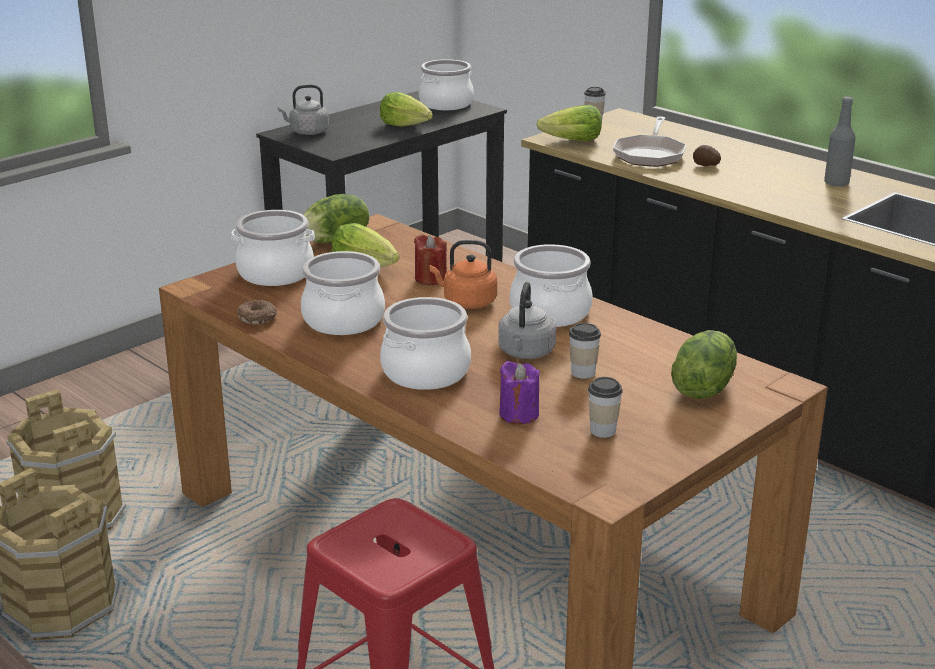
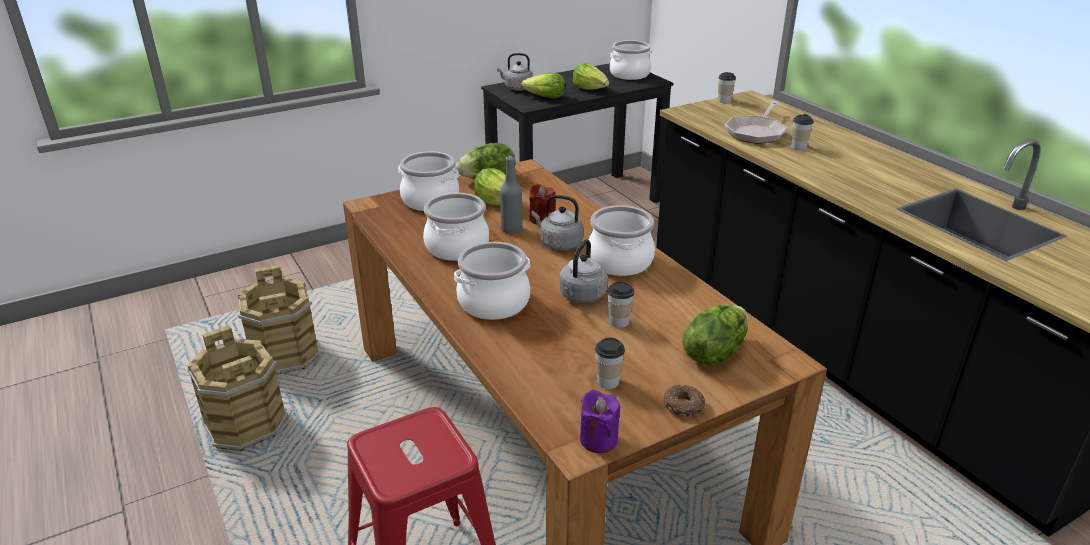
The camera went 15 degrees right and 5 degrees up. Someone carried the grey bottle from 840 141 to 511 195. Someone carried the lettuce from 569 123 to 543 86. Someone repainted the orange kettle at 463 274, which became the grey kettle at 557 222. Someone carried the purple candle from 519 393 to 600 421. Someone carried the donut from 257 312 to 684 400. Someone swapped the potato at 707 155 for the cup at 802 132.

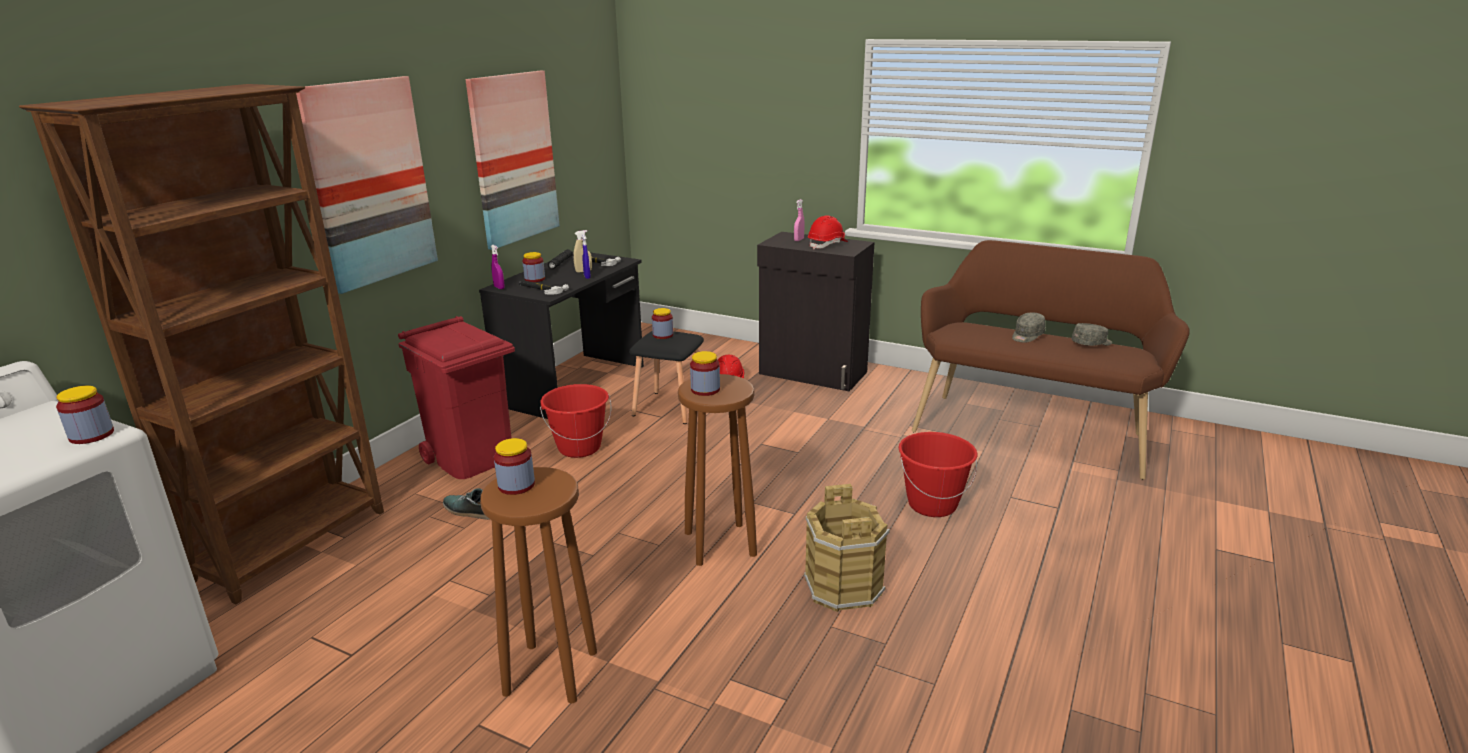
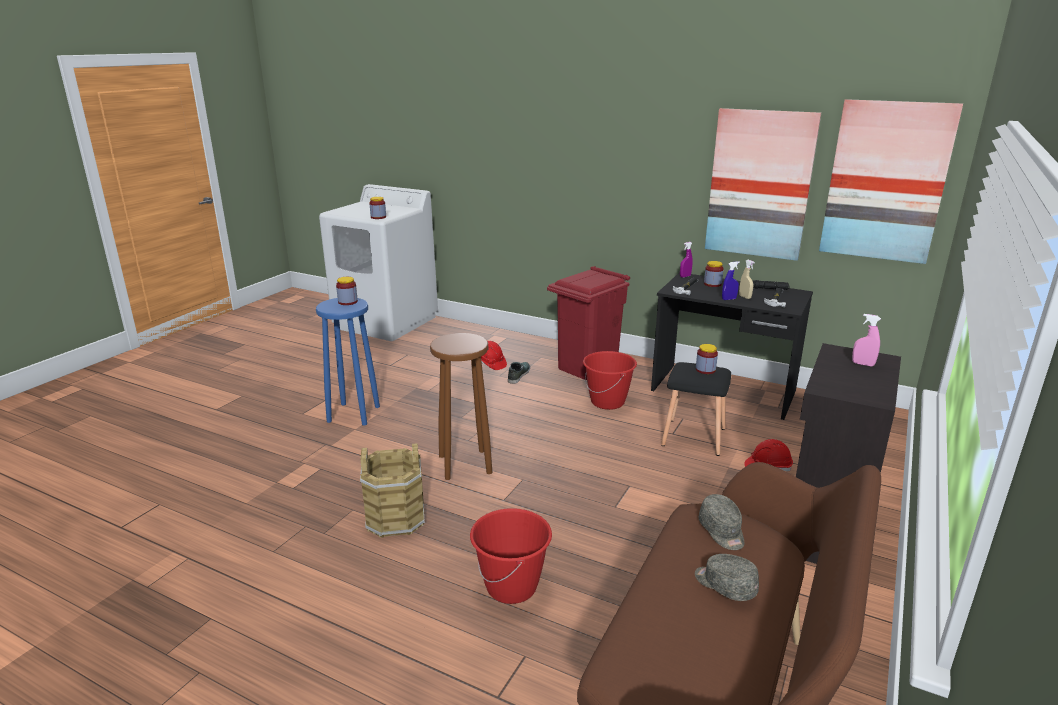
The camera went 90 degrees right and 0 degrees up. Someone repainted the brown stool at 538 585, which became the blue stool at 348 362. Someone carried the red hard hat from 828 232 to 494 355. Someone carried the grey cap from 1091 334 to 721 522. Someone carried the picture from 367 185 to 891 181. Someone took away the brown bookcase at 201 344. Someone took away the jar at 705 373.

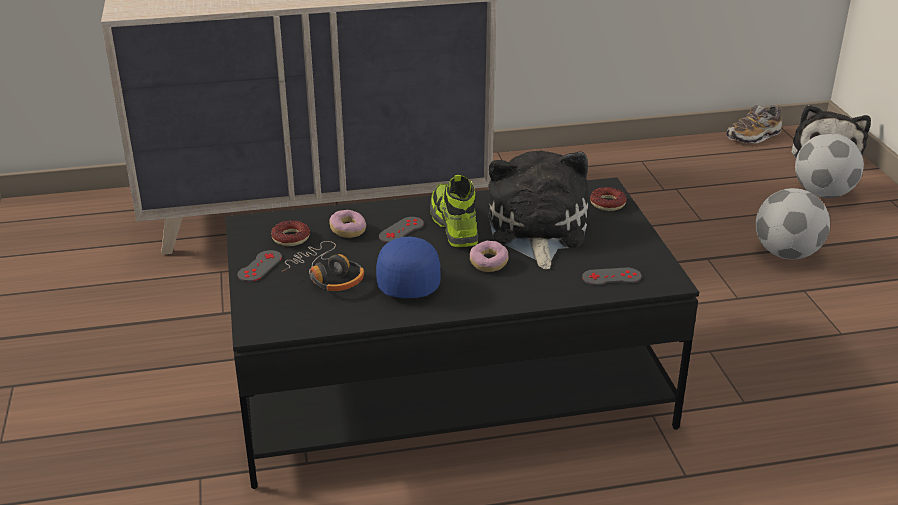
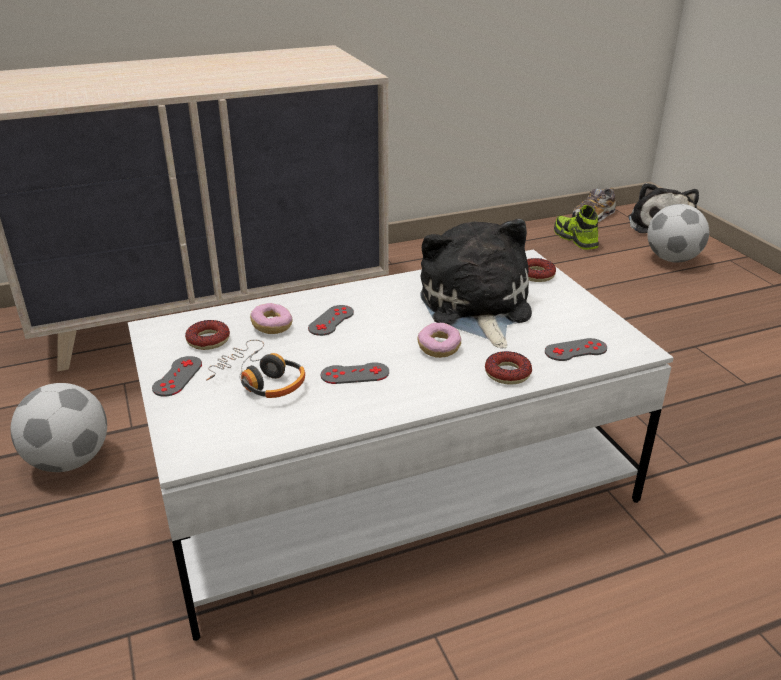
The camera went 10 degrees left and 0 degrees up. Someone carried the football from 792 224 to 58 427. Someone repainted the black coffee table at 462 333, which became the white coffee table at 401 445. Someone swapped the blue cap at 408 267 for the grey game controller at 355 373. Someone put down the donut at 508 368. Someone carried the shoe from 454 211 to 576 227.

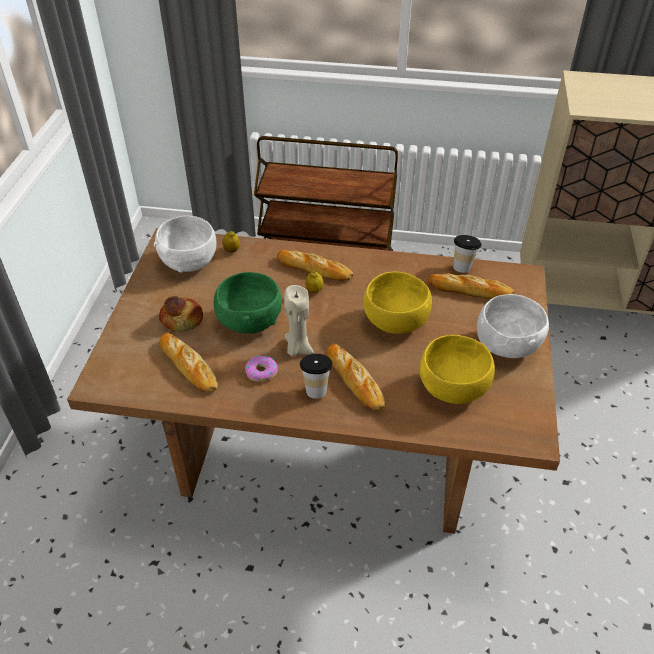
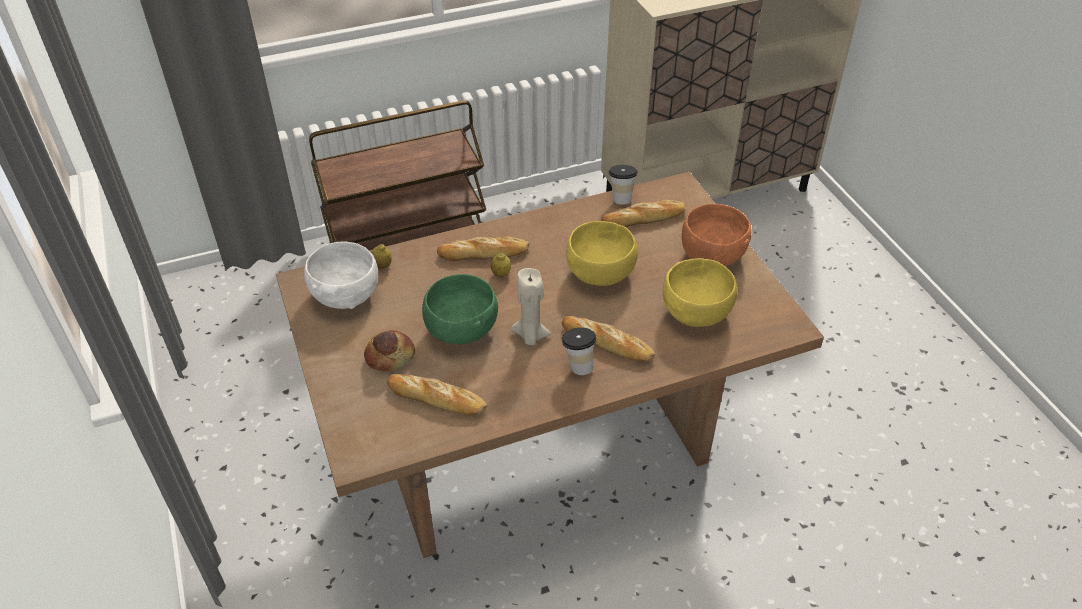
The camera went 30 degrees left and 0 degrees up. Someone repainted the white bowl at 513 326, which became the orange bowl at 717 235. Someone took away the donut at 261 369.

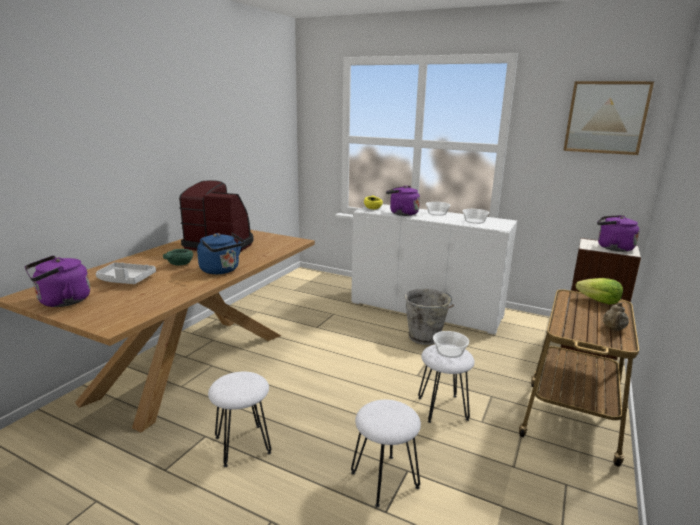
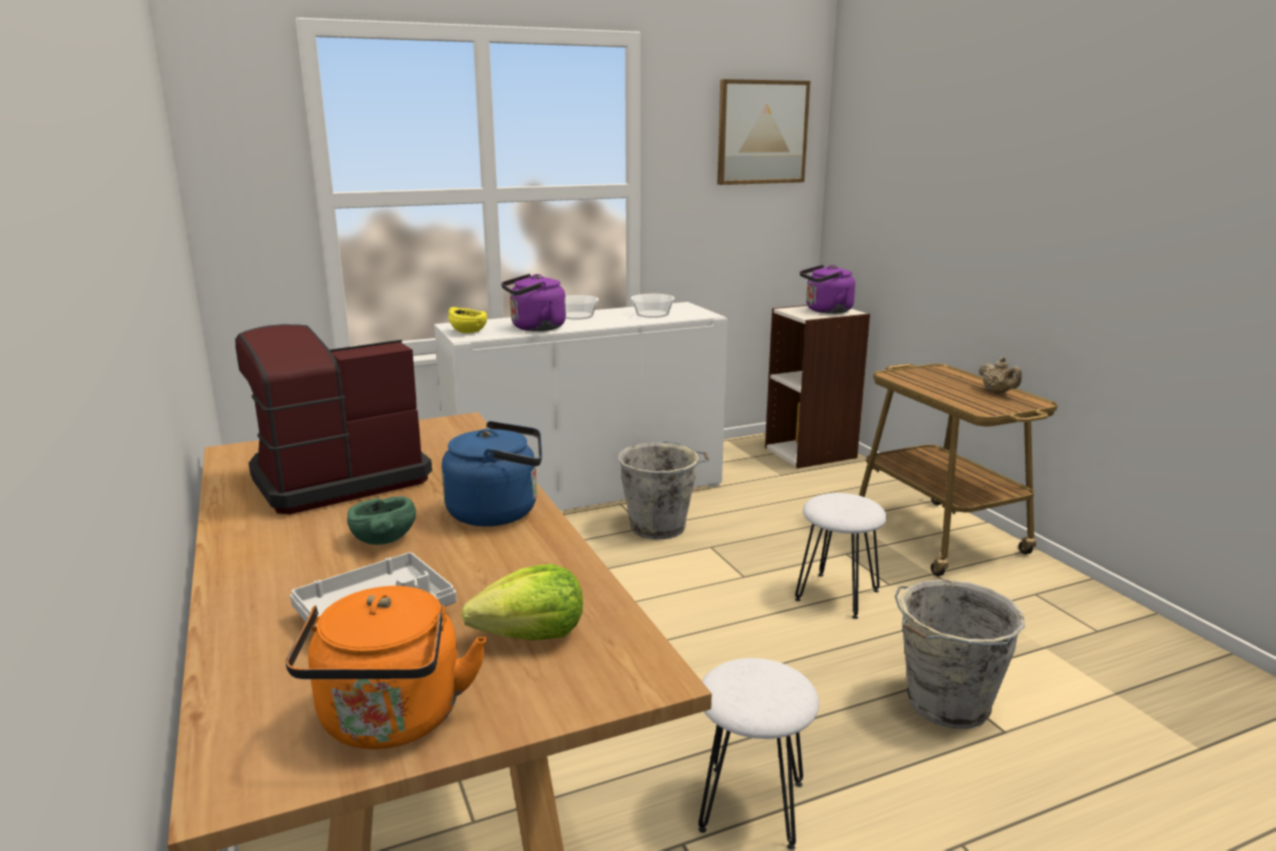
The camera went 50 degrees left and 0 degrees up. Someone repainted the purple kettle at 57 281, which became the orange kettle at 386 667. Someone carried the lettuce from 599 291 to 522 602. Someone swapped the white stool at 386 454 for the grey bucket at 960 654. Someone took away the bowl at 451 344.

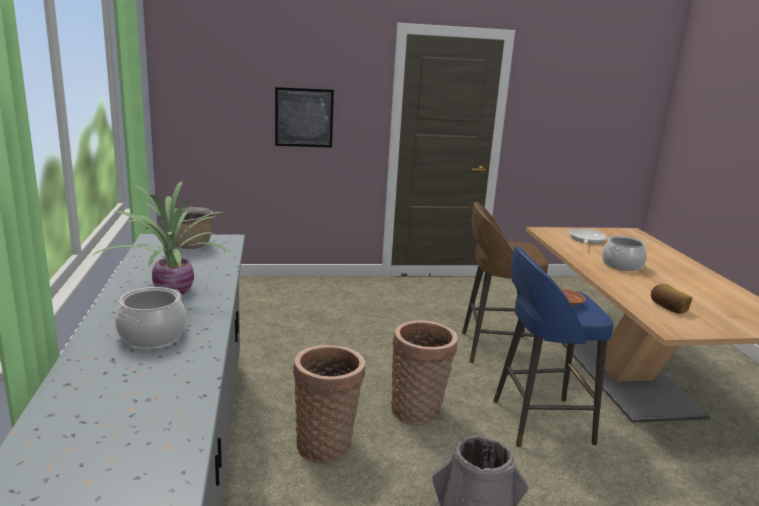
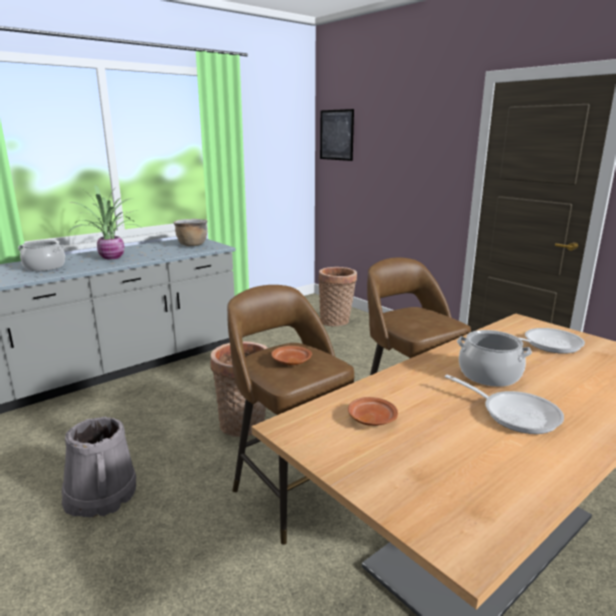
The camera went 60 degrees right and 0 degrees up. Someone repainted the blue stool at 553 346, which became the brown stool at 290 415. Someone carried the basket from 329 404 to 337 296. Someone carried the picture from 304 117 to 337 135. Someone swapped the bread at 671 299 for the brown plate at 373 411. Someone put down the frying pan at 504 404.

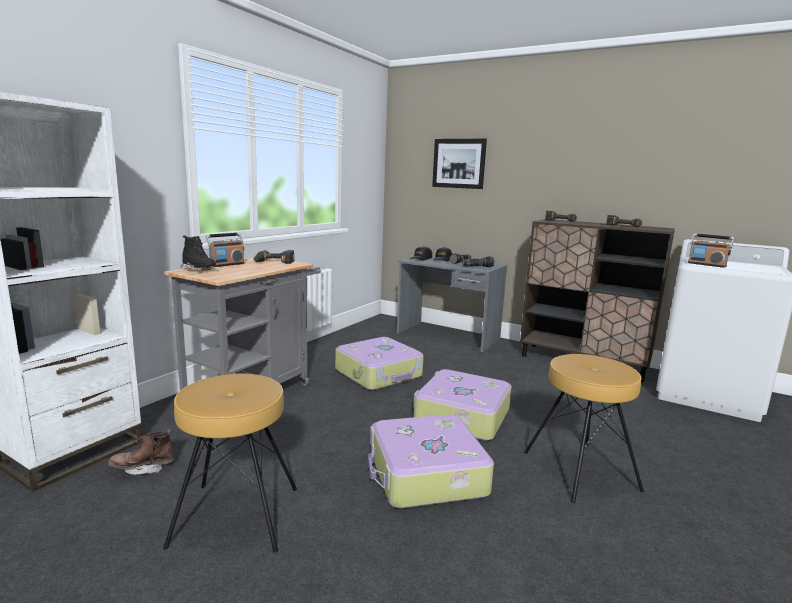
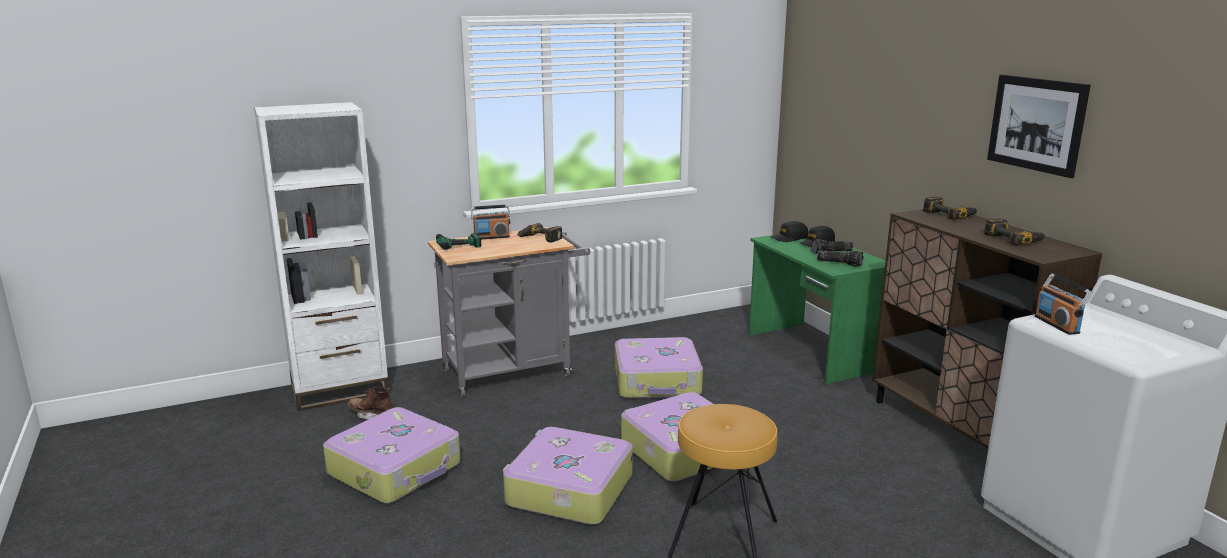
The camera went 35 degrees right and 5 degrees up. Someone swapped the brown stool at 230 463 for the suitcase at 392 455. Someone swapped the black boot at 198 252 for the power drill at 458 241. Someone repainted the grey desk at 452 304, which became the green desk at 817 307. Someone carried the picture from 459 164 to 1039 126.

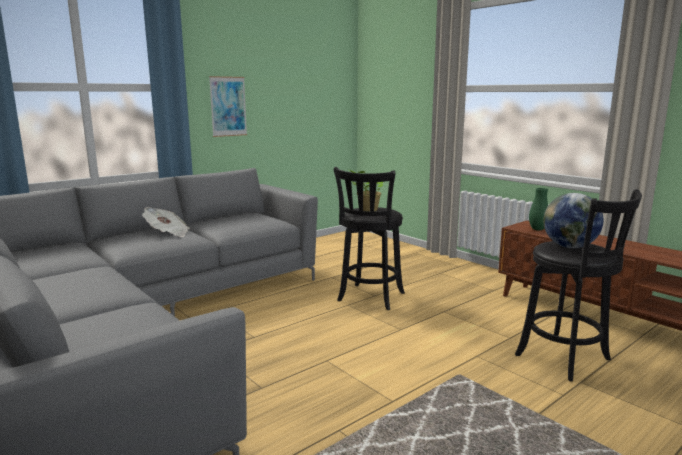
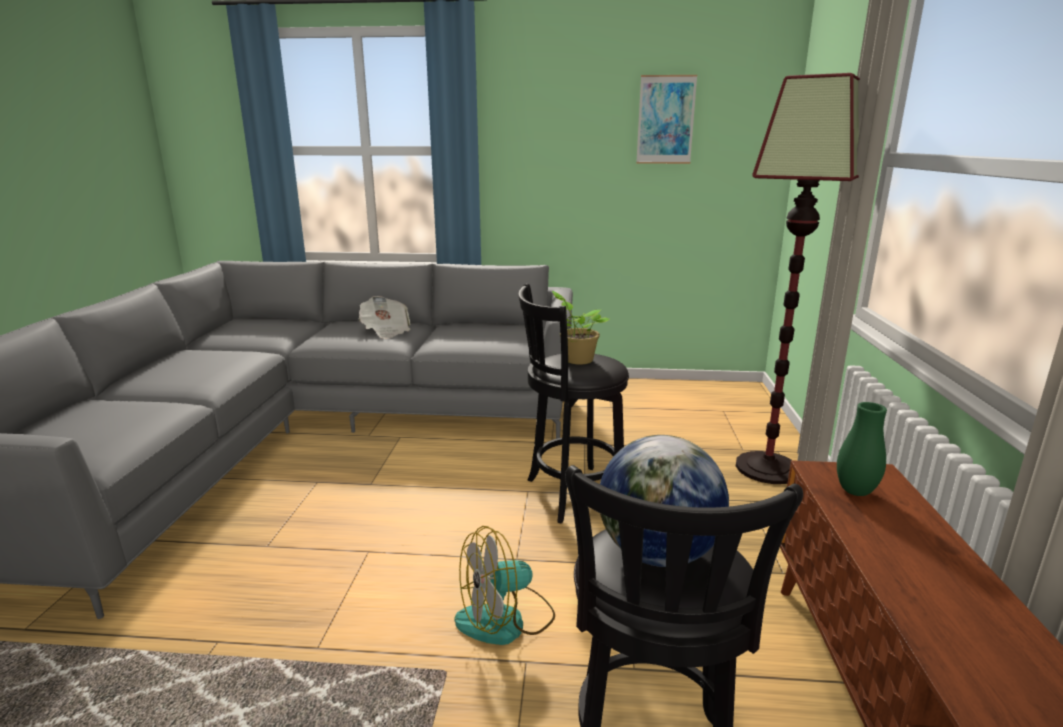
The camera went 45 degrees right and 5 degrees up. Someone put down the fan at 504 585. Someone carried the picture from 228 106 to 666 119. Someone put down the floor lamp at 798 278.

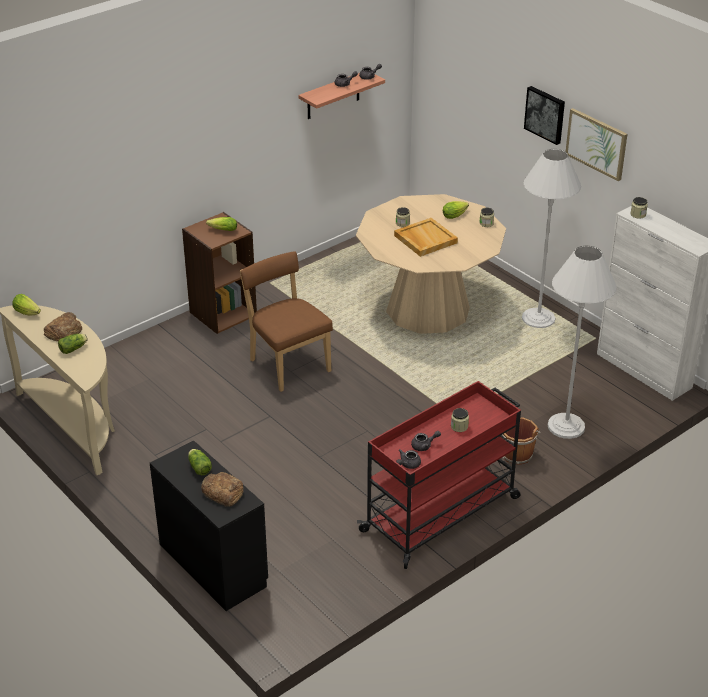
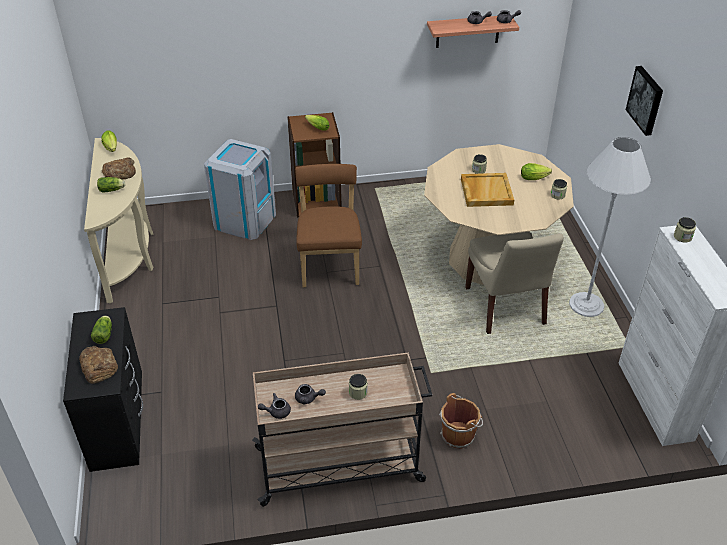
The camera went 30 degrees right and 5 degrees up. Someone put down the grey trash can at 240 189. Someone repainted the red cart at 439 475, which became the beige cart at 342 429. Someone put down the beige chair at 514 283. Someone took away the white floor lamp at 582 342. Someone took away the picture at 596 144.

